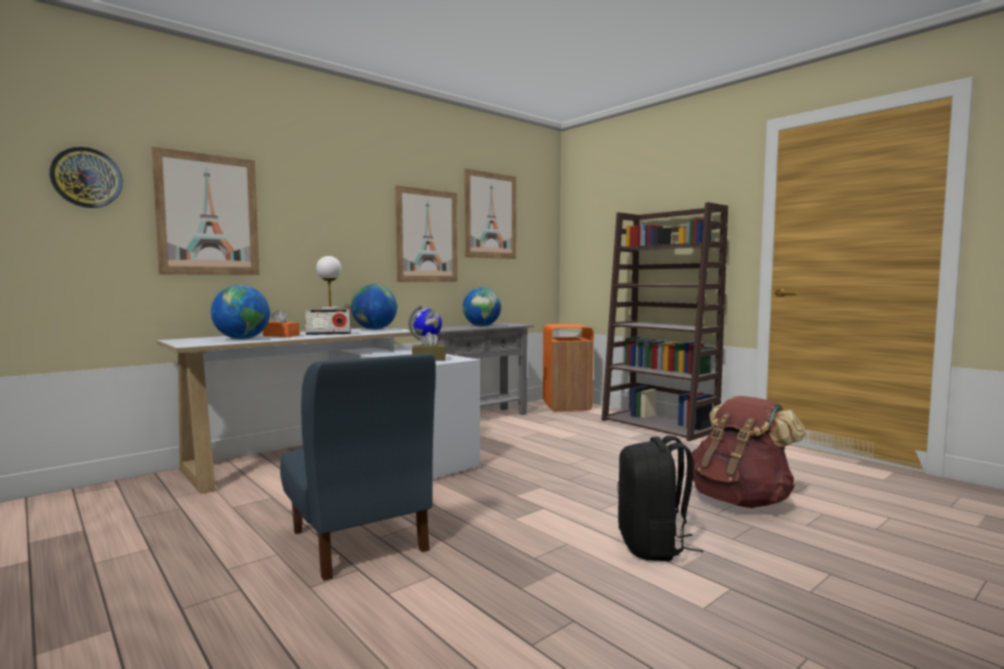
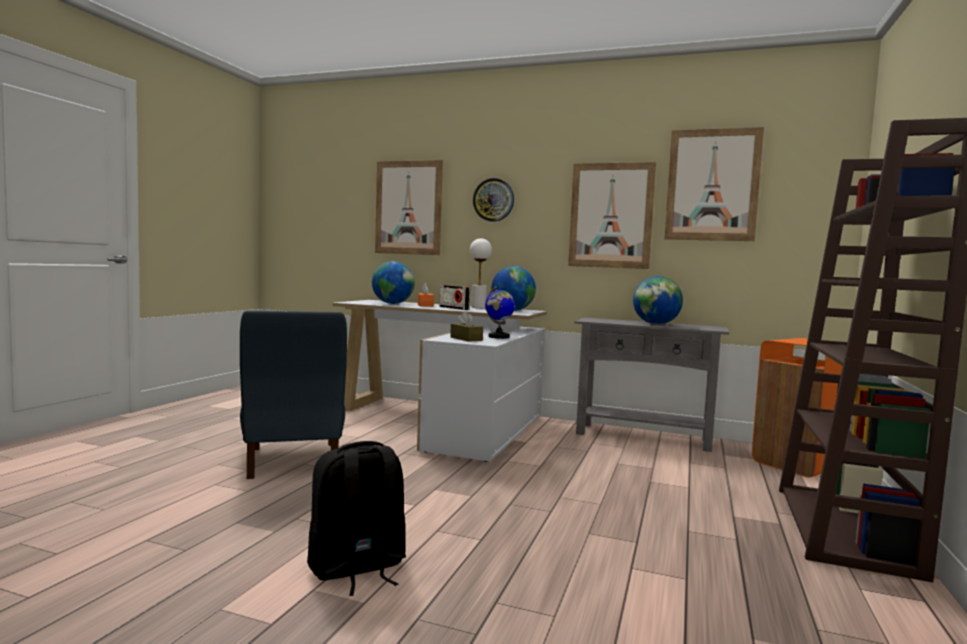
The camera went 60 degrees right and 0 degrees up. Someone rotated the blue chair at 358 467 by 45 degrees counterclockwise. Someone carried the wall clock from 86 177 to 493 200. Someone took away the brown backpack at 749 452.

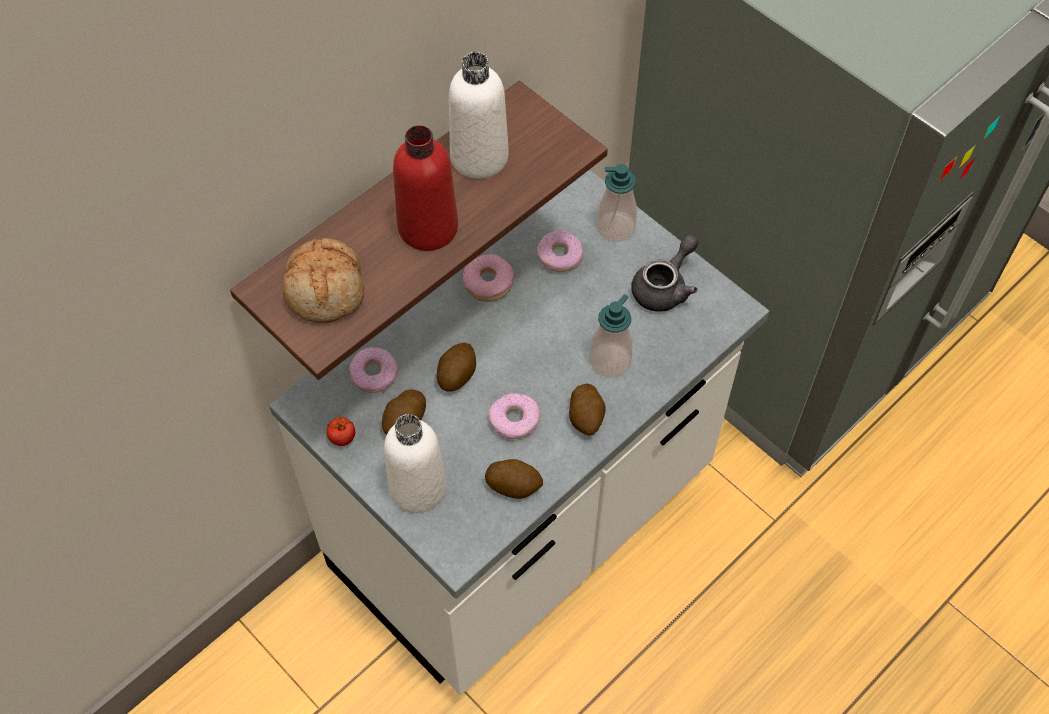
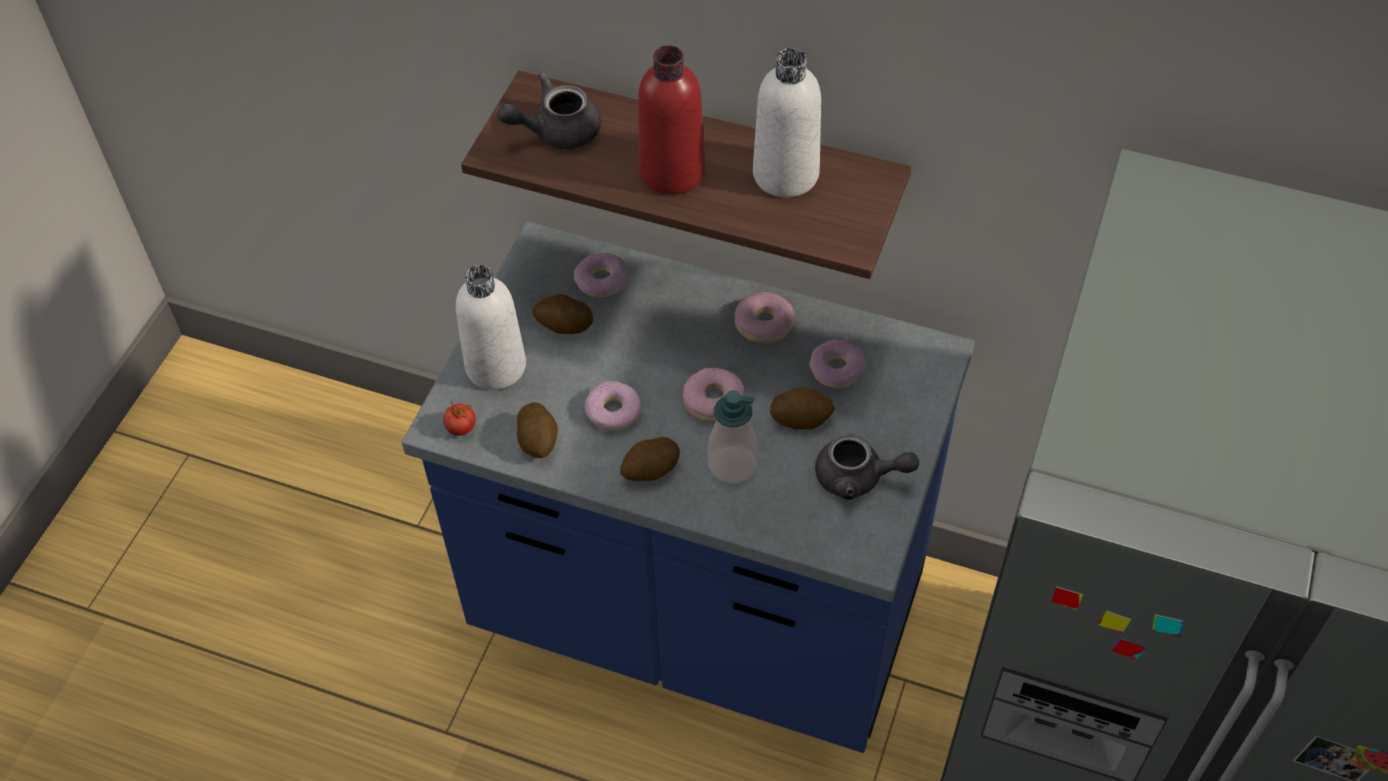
The camera went 65 degrees right and 5 degrees down. Someone repainted the white counter at 519 432, which became the blue counter at 688 487. Someone carried the tomato from 341 430 to 459 418. Someone swapped the bread at 324 280 for the grey teapot at 549 111. Someone put down the donut at 713 394. Someone carried the potato from 456 367 to 802 409. Someone took away the soap dispenser at 616 203.

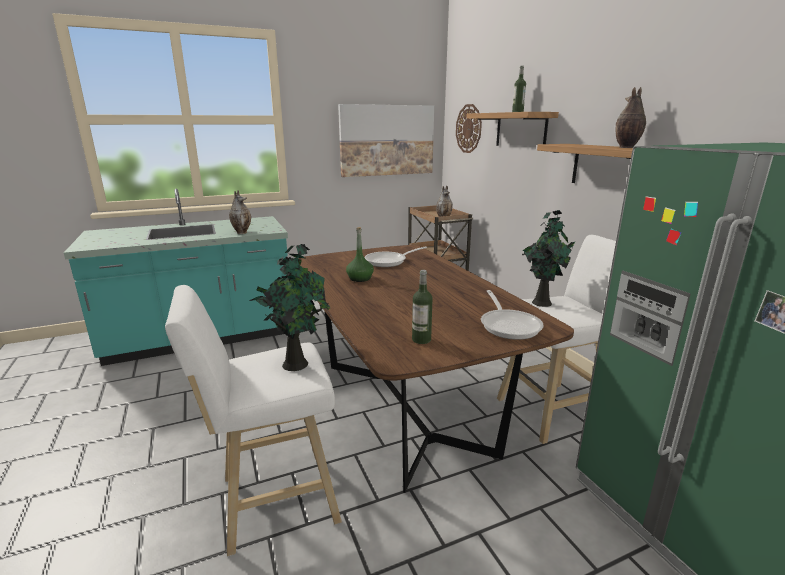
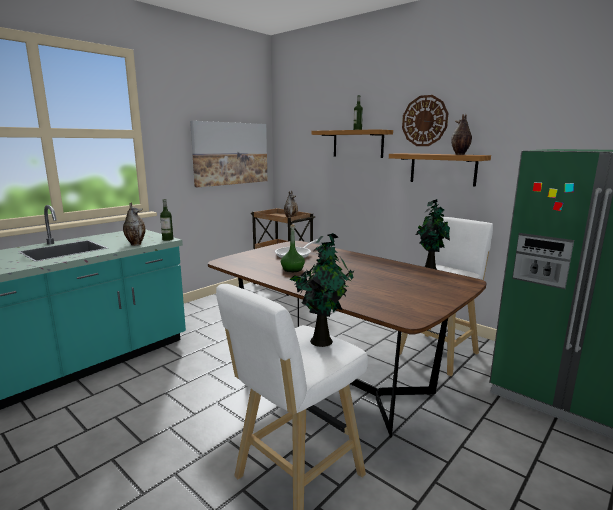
The camera went 25 degrees left and 5 degrees down. Someone carried the bottle from 422 307 to 166 220. Someone carried the wall clock from 469 128 to 425 120. Someone took away the frying pan at 512 315.

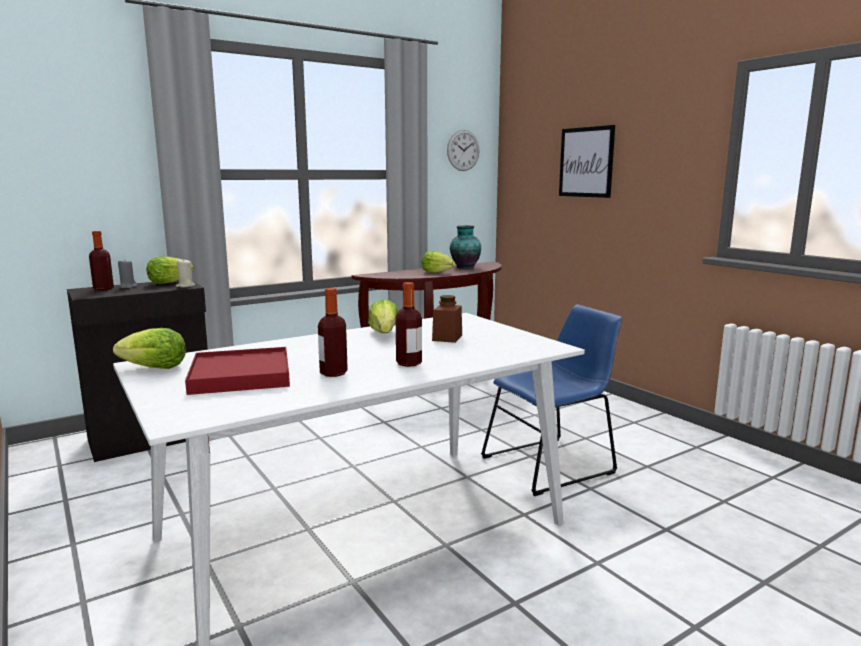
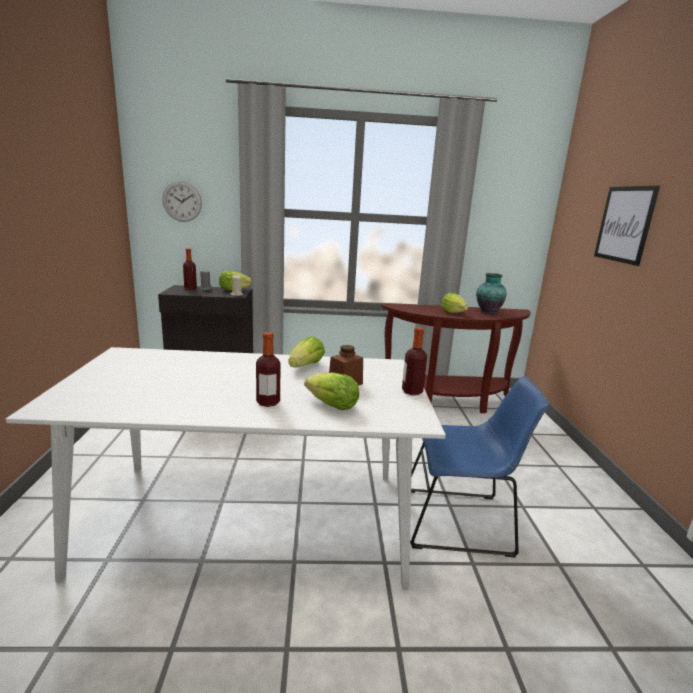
The camera went 30 degrees right and 5 degrees up. Someone carried the wall clock from 463 150 to 182 201. Someone carried the lettuce from 149 348 to 331 391. Someone carried the bottle from 333 332 to 414 361. Someone took away the red tray at 237 371.

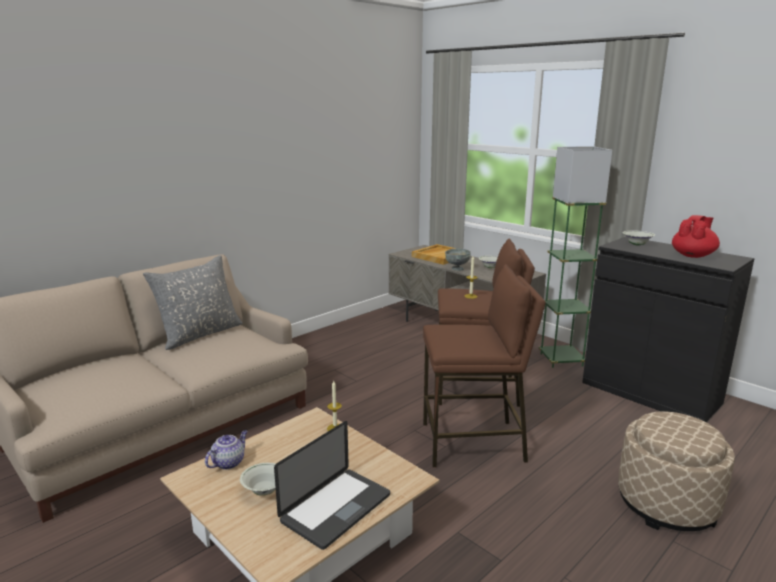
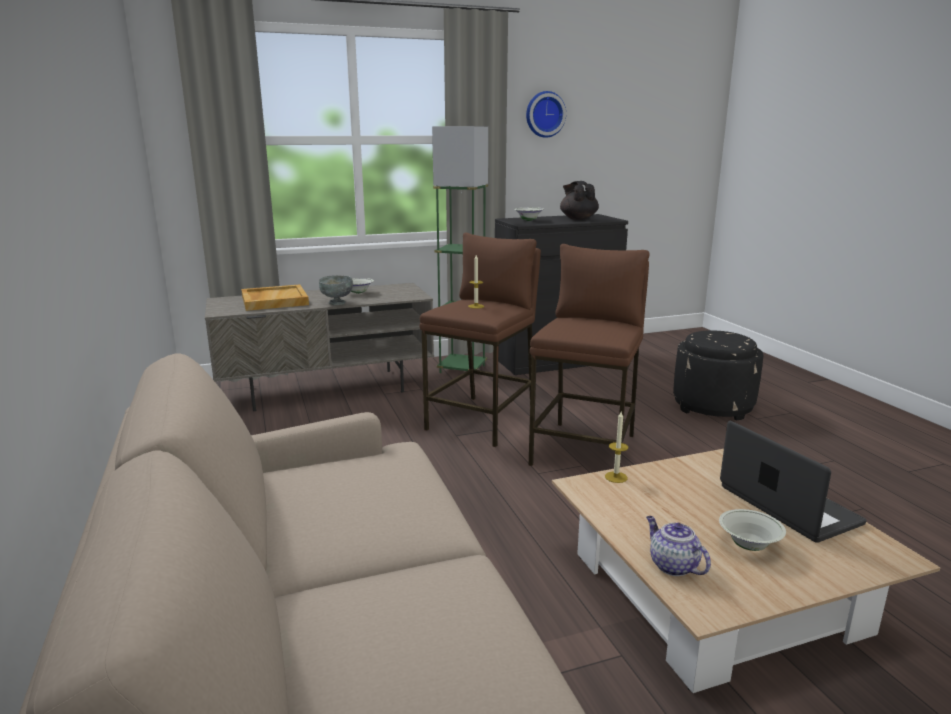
The camera went 65 degrees left and 0 degrees up. Someone put up the wall clock at 546 114. Someone repainted the red teapot at 696 236, which became the black teapot at 579 200. Someone repainted the beige ottoman at 676 471, which became the black ottoman at 718 375. Someone took away the grey pillow at 192 302.

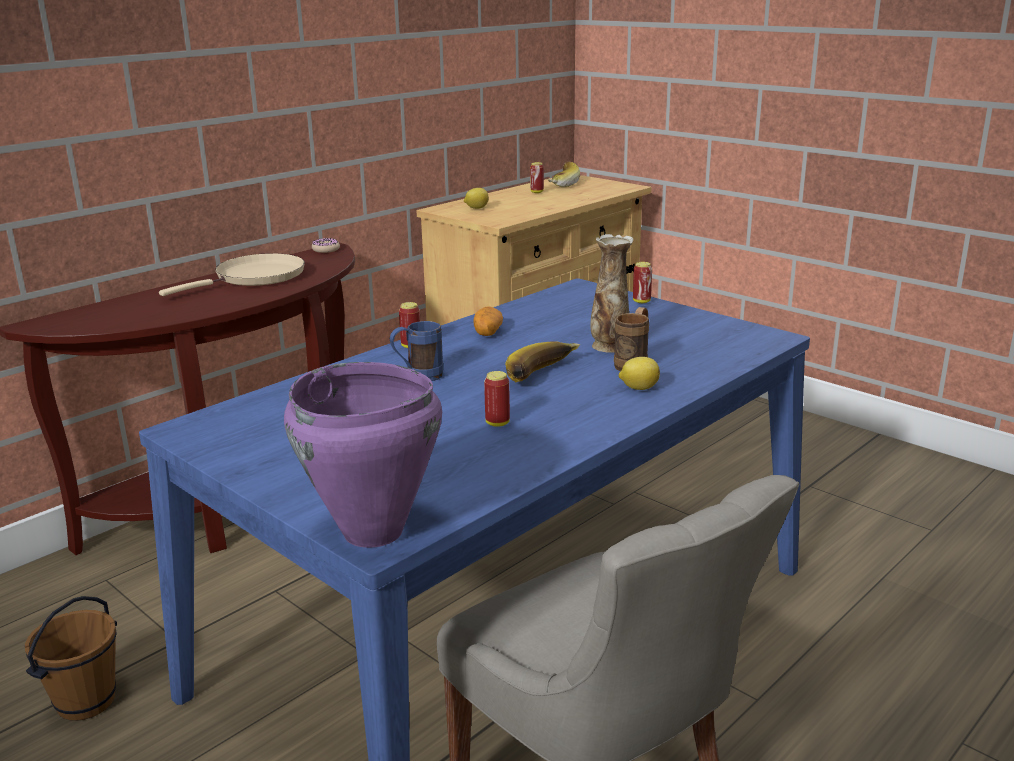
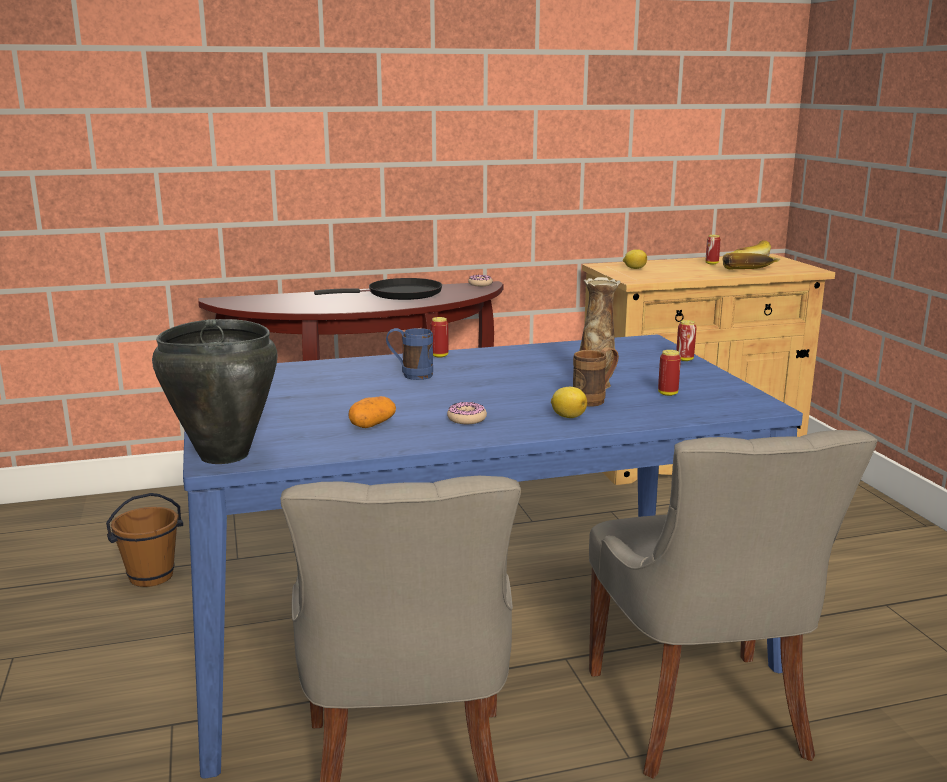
The camera went 30 degrees right and 5 degrees down. Someone repainted the purple cooking pot at 363 455, which became the black cooking pot at 214 391. Someone repainted the beige frying pan at 232 274, which became the black frying pan at 378 289. Someone carried the potato from 488 321 to 372 412. Someone put down the donut at 467 413. Someone put down the grey chair at 733 604. Someone carried the can from 497 399 to 669 373. Someone carried the banana from 543 361 to 751 261.

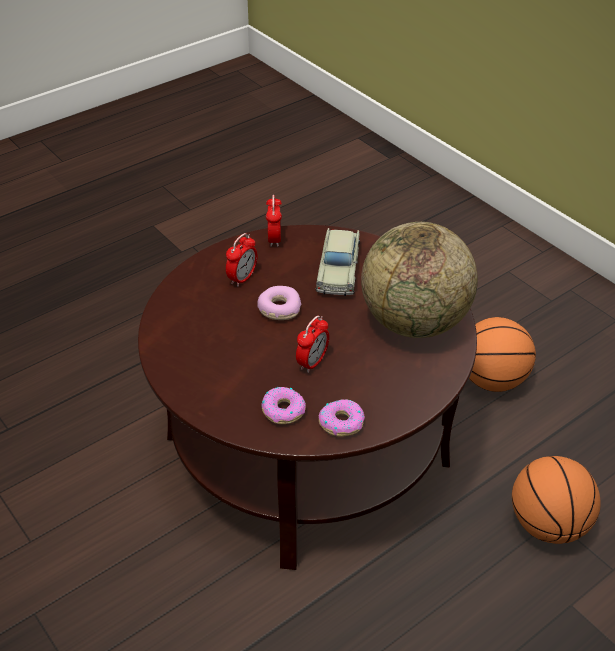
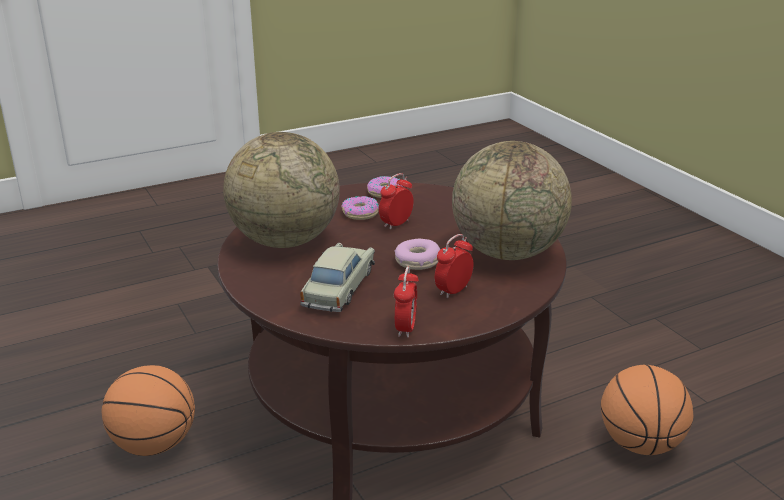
The camera went 170 degrees left and 15 degrees down. Someone carried the donut from 283 405 to 360 208. Someone put down the globe at 512 200. Someone carried the basketball from 556 500 to 647 410.

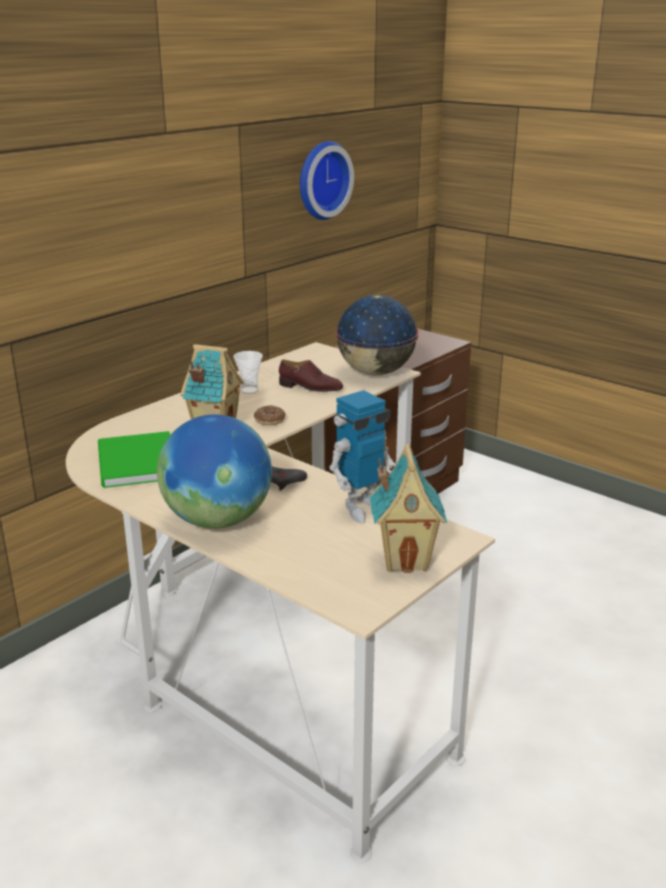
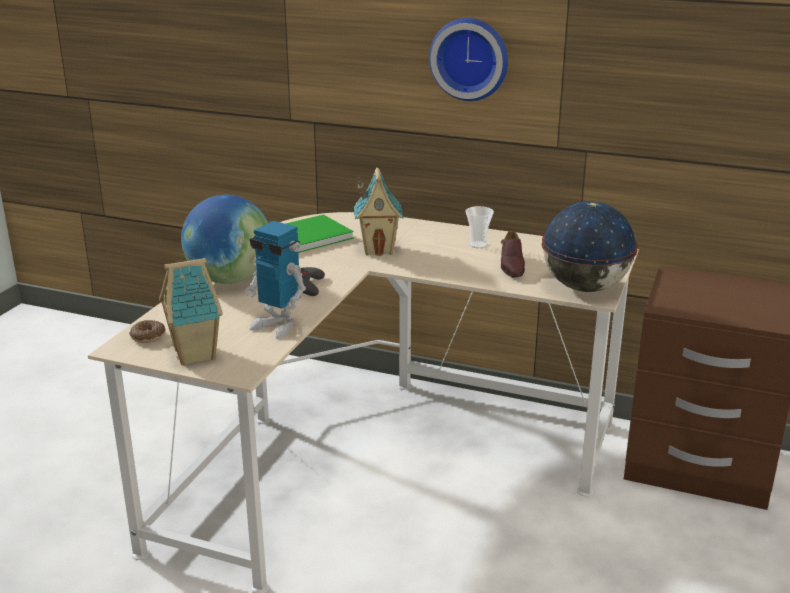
The camera went 70 degrees right and 0 degrees up. Someone carried the donut from 270 415 to 147 331. Someone carried the wall clock from 327 180 to 468 59.

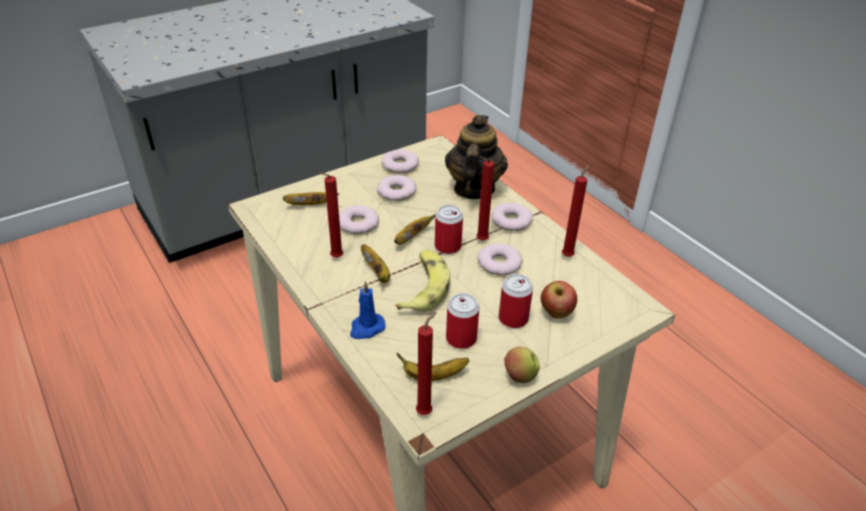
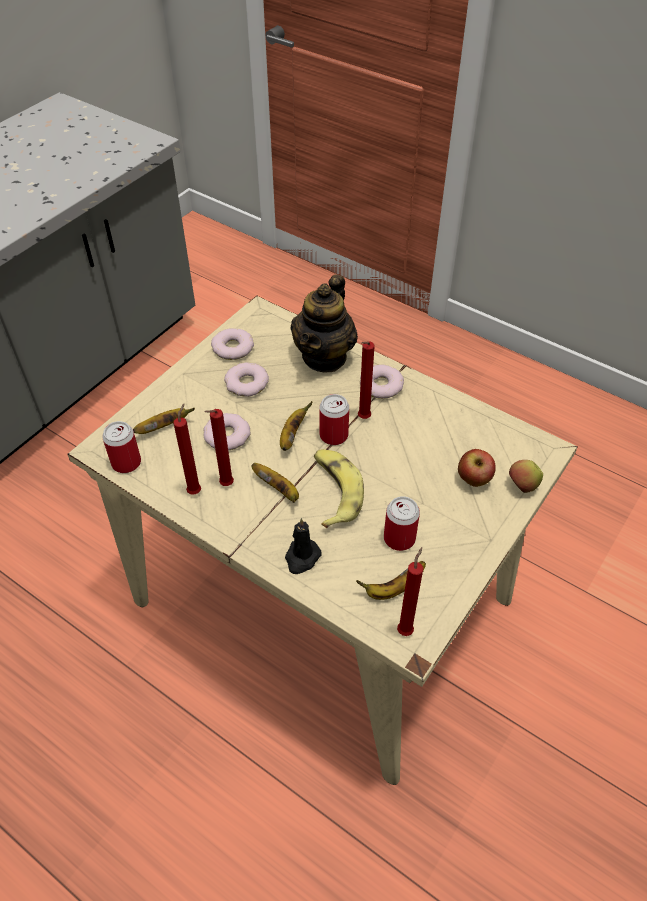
The camera went 20 degrees left and 10 degrees up. Someone carried the can from 516 301 to 121 447. Someone carried the red candle from 576 210 to 187 449. Someone repainted the blue candle at 368 310, which became the black candle at 303 546. Someone rotated the teapot at 476 157 by 150 degrees counterclockwise. Someone carried the apple from 522 365 to 526 476. Someone took away the donut at 500 259.

